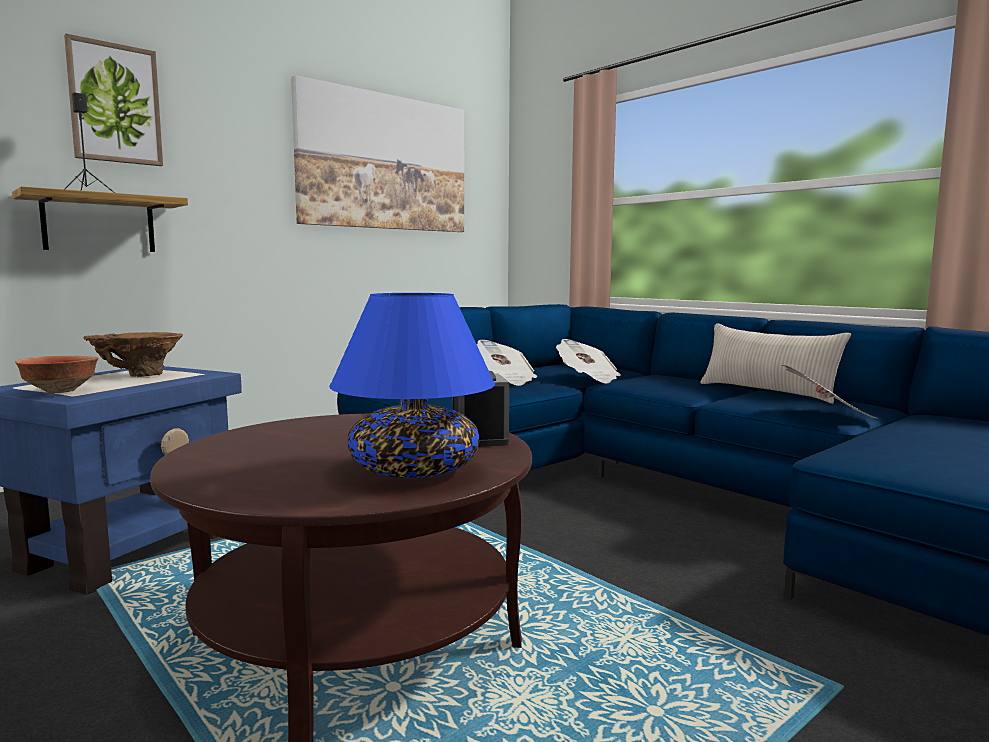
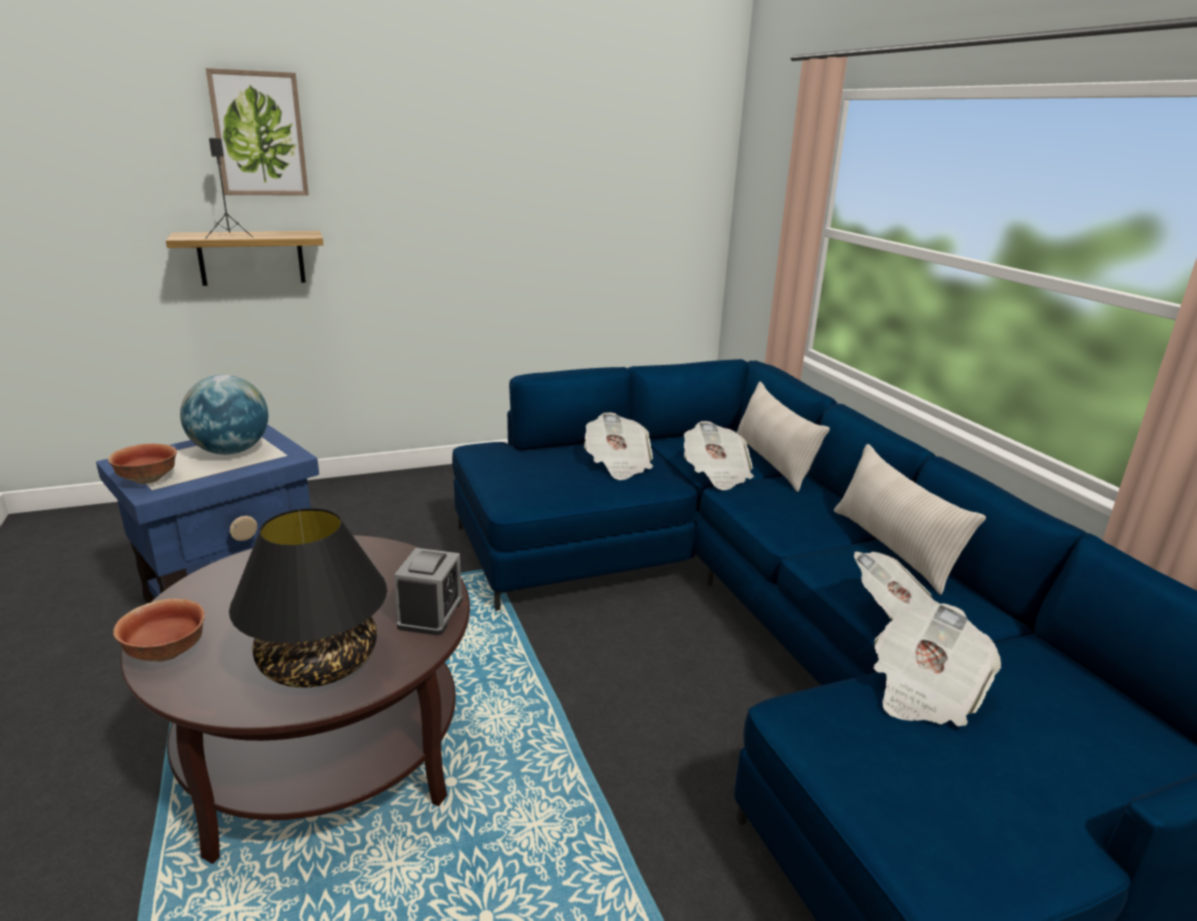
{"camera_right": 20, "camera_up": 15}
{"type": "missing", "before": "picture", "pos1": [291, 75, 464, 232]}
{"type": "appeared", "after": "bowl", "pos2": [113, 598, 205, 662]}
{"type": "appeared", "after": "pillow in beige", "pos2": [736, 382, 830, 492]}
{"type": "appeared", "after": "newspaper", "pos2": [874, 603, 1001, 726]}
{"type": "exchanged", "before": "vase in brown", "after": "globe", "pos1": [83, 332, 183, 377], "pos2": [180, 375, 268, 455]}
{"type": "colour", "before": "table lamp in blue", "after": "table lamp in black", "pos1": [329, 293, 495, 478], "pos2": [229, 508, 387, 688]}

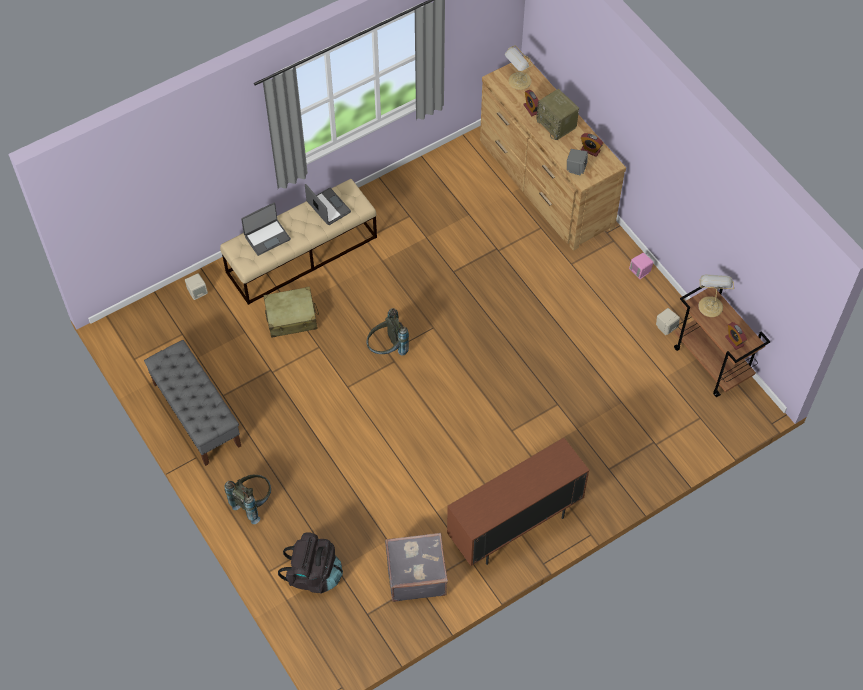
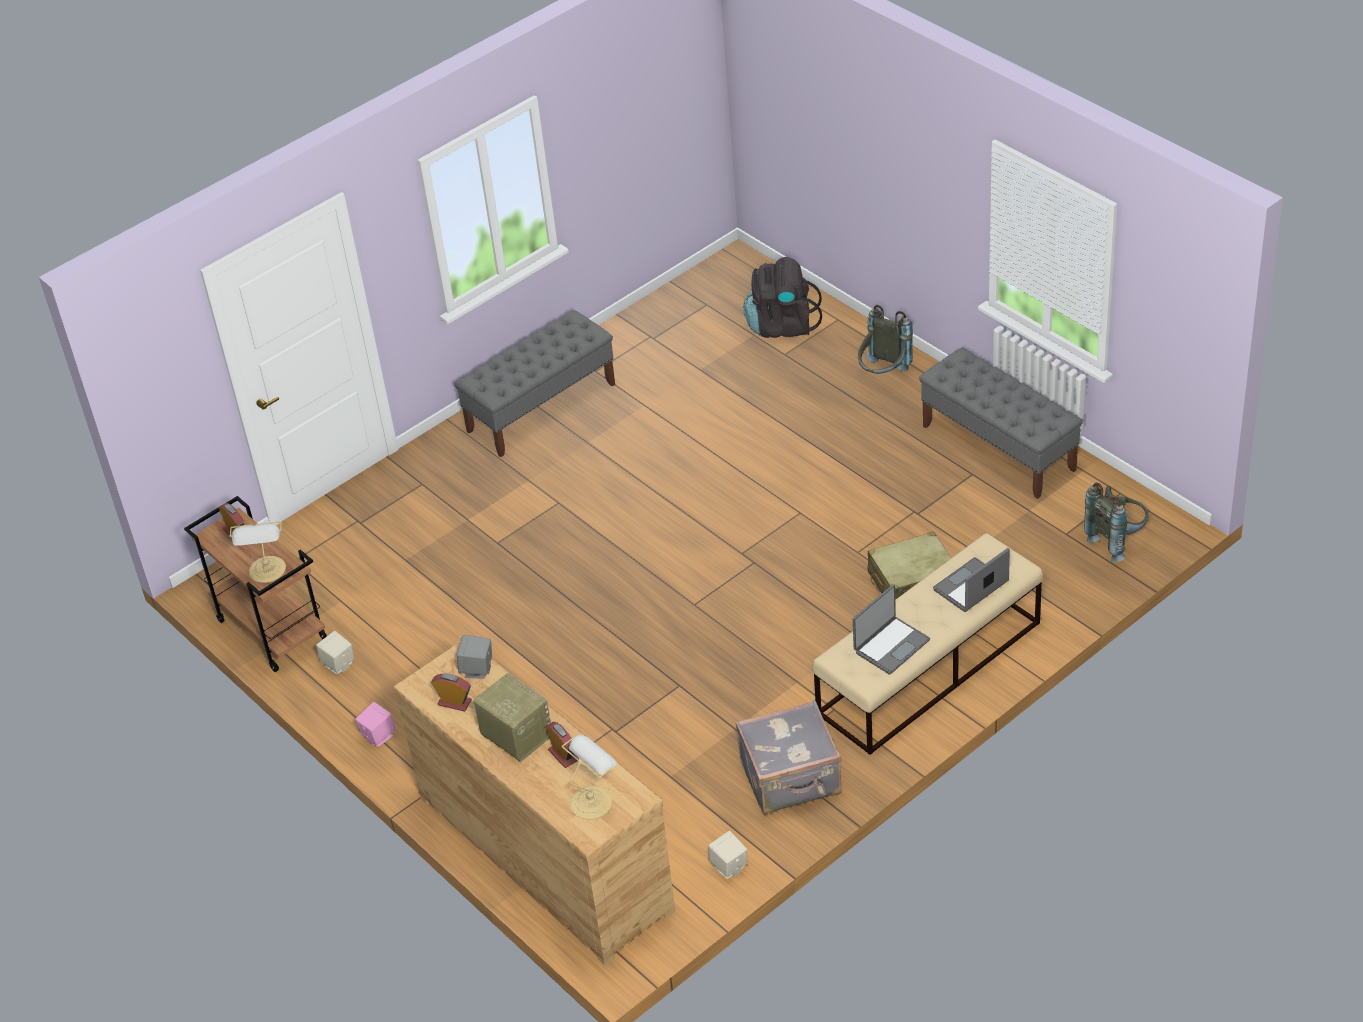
{"camera_right": 175, "camera_up": -15}
{"type": "relocated", "before": "speaker in beige", "pos1": [185, 273, 208, 300], "pos2": [709, 831, 747, 879]}
{"type": "relocated", "before": "backpack in grey", "pos1": [366, 308, 409, 356], "pos2": [1084, 483, 1149, 562]}
{"type": "relocated", "before": "suitcase in grey", "pos1": [385, 533, 448, 602], "pos2": [736, 700, 842, 815]}
{"type": "exchanged", "before": "cabinet in brown", "after": "bench in grey", "pos1": [447, 438, 589, 566], "pos2": [455, 310, 615, 457]}
{"type": "spun", "before": "laptop", "pos1": [305, 184, 351, 225], "pos2": [853, 585, 930, 675], "turn": -90}

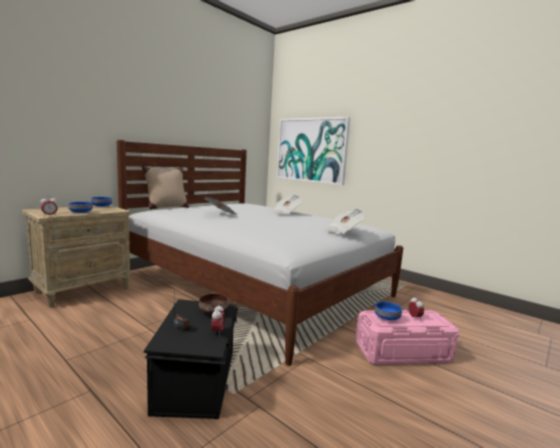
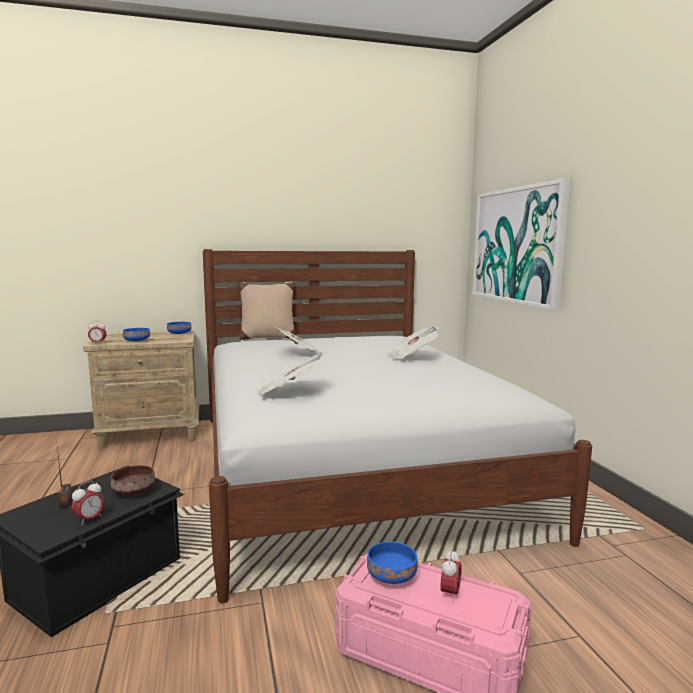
{"camera_right": 35, "camera_up": 0}
{"type": "relocated", "before": "newspaper", "pos1": [324, 209, 366, 234], "pos2": [257, 354, 324, 395]}

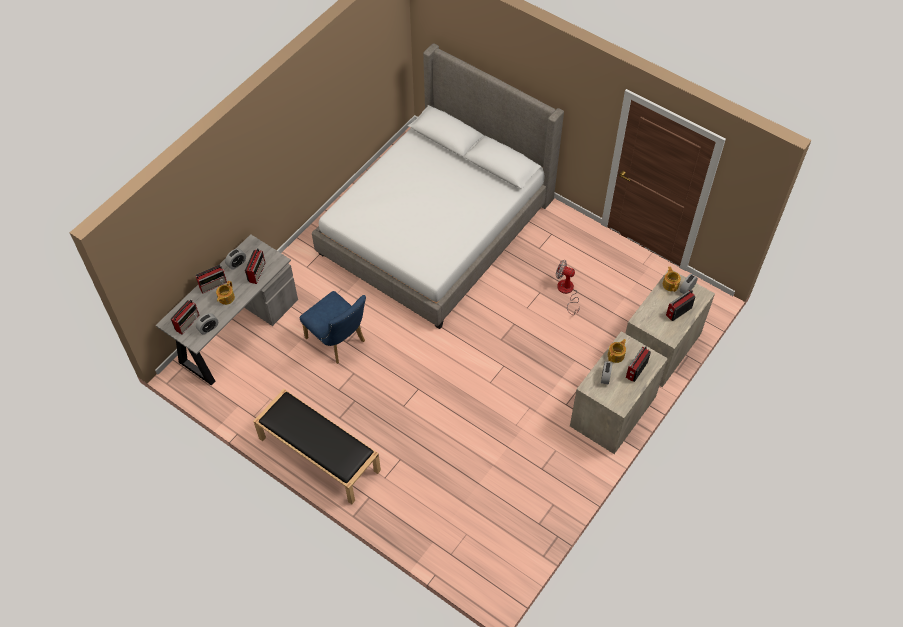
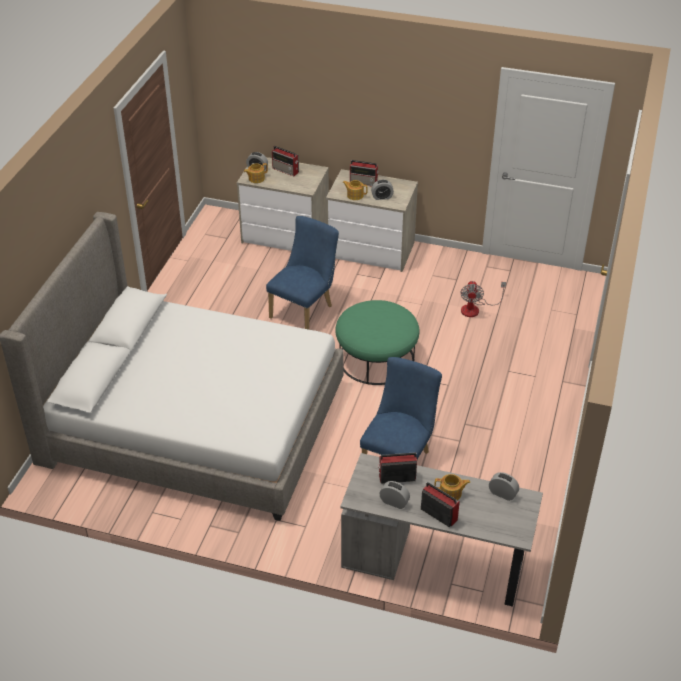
{"camera_right": -110, "camera_up": -15}
{"type": "missing", "before": "radio", "pos1": [171, 300, 199, 334]}
{"type": "missing", "before": "bench in black", "pos1": [253, 389, 381, 504]}
{"type": "appeared", "after": "chair in blue", "pos2": [266, 216, 339, 330]}
{"type": "appeared", "after": "ottoman in green", "pos2": [335, 300, 420, 385]}
{"type": "relocated", "before": "fan", "pos1": [556, 260, 580, 315], "pos2": [460, 281, 506, 317]}

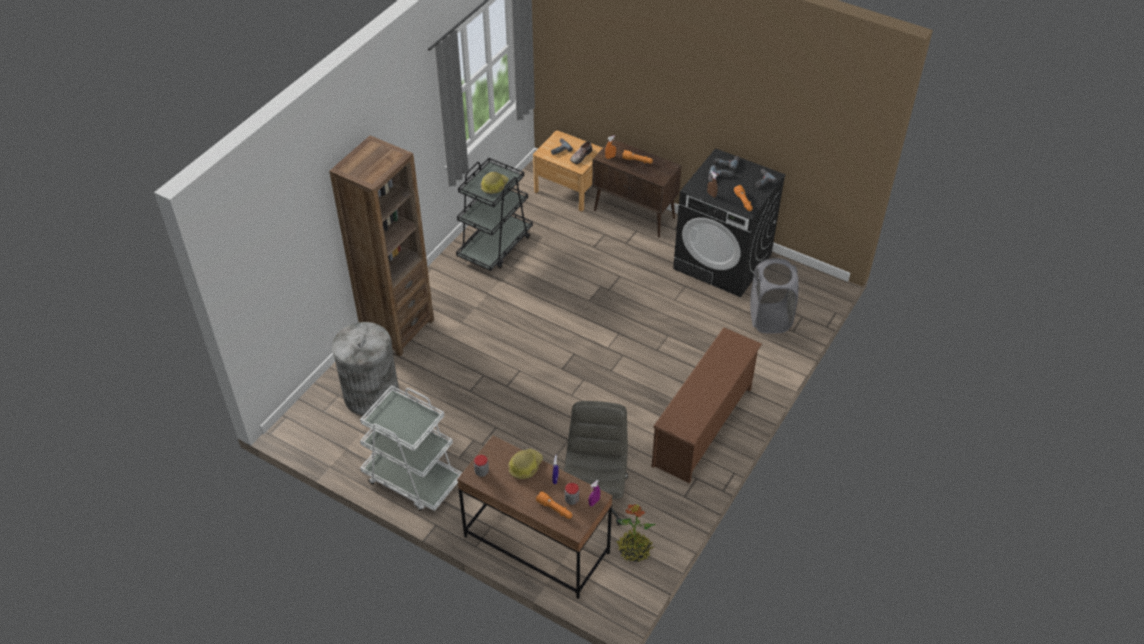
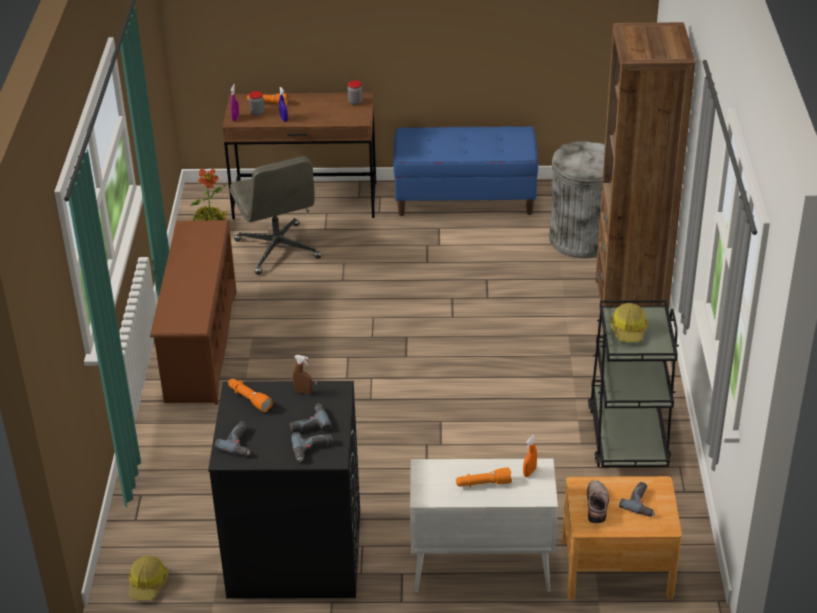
{"camera_right": 150, "camera_up": -10}
{"type": "missing", "before": "laundry basket in grey", "pos1": [750, 258, 799, 334]}
{"type": "relocated", "before": "hard hat", "pos1": [508, 449, 543, 479], "pos2": [128, 556, 169, 601]}
{"type": "exchanged", "before": "cart in white", "after": "bench in blue", "pos1": [360, 385, 463, 511], "pos2": [393, 126, 538, 216]}
{"type": "colour", "before": "cabinet in brown", "after": "cabinet in white", "pos1": [592, 139, 682, 237], "pos2": [410, 459, 558, 593]}

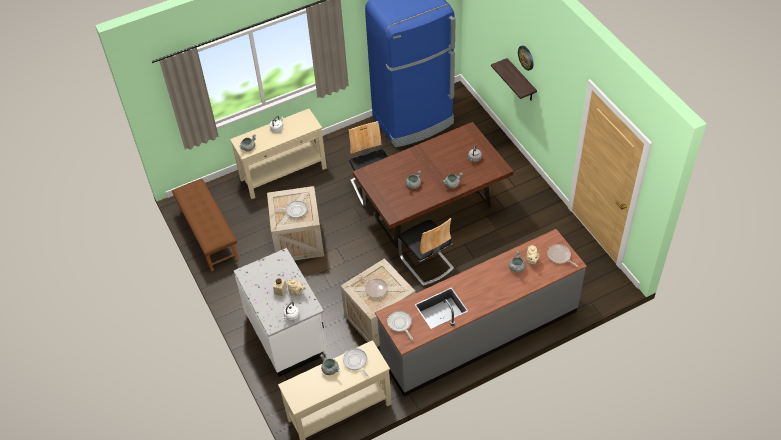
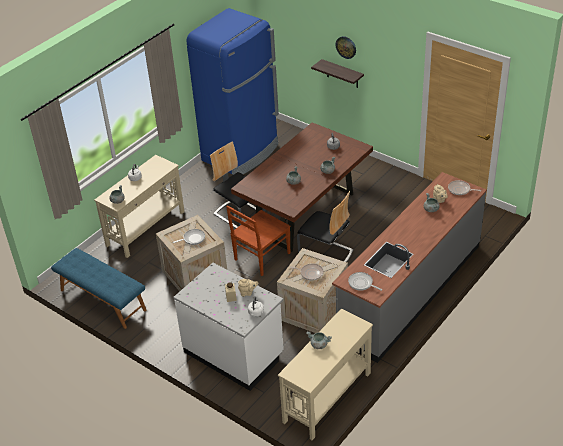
{"camera_right": -25, "camera_up": -10}
{"type": "missing", "before": "frying pan", "pos1": [343, 348, 369, 378]}
{"type": "appeared", "after": "chair in brown", "pos2": [226, 205, 291, 276]}
{"type": "colour", "before": "bench in brown", "after": "bench in blue", "pos1": [172, 179, 239, 271], "pos2": [51, 248, 147, 329]}

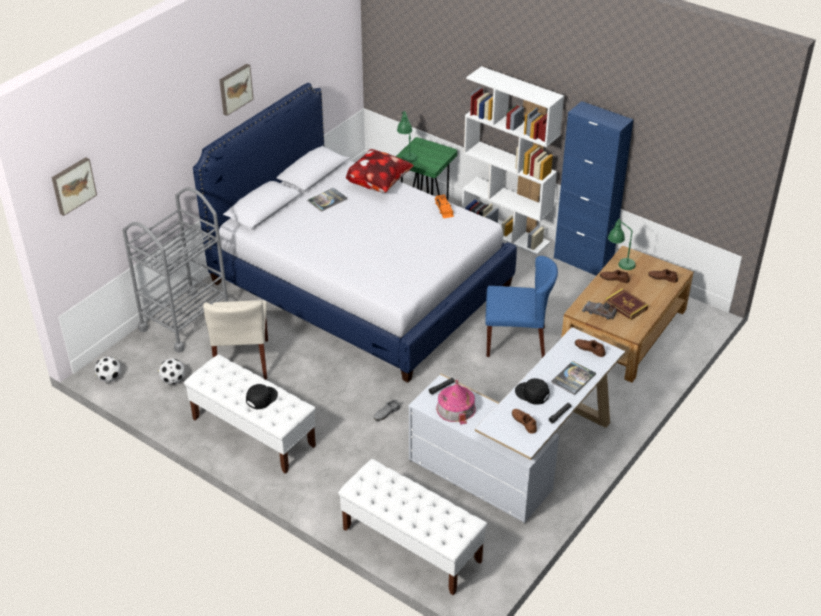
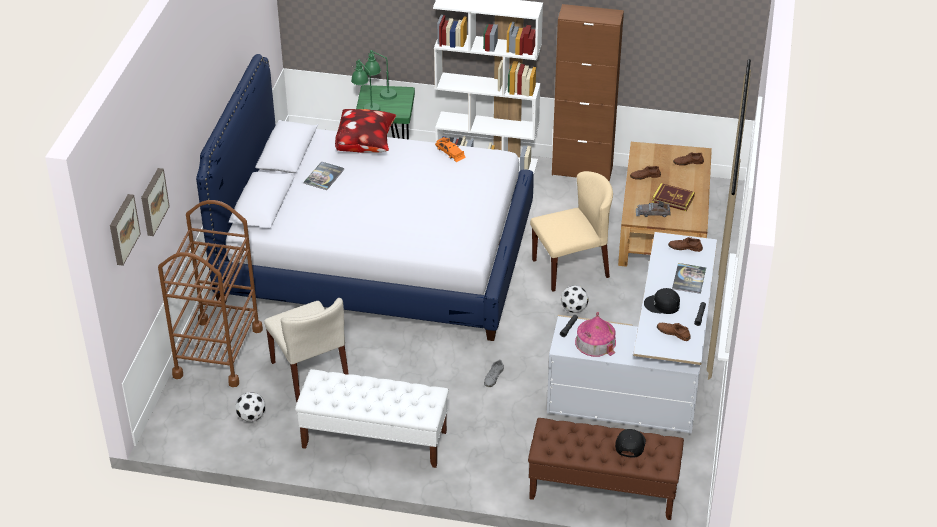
{"camera_right": -25, "camera_up": 0}
{"type": "relocated", "before": "football", "pos1": [94, 356, 121, 382], "pos2": [561, 285, 589, 313]}
{"type": "relocated", "before": "picture", "pos1": [220, 64, 254, 116], "pos2": [141, 168, 170, 236]}
{"type": "relocated", "before": "cap in black", "pos1": [246, 384, 278, 409], "pos2": [615, 429, 646, 458]}
{"type": "relocated", "before": "table lamp in green", "pos1": [608, 219, 636, 270], "pos2": [364, 50, 397, 100]}
{"type": "colour", "before": "cart in grey", "after": "cart in brown", "pos1": [122, 187, 228, 353], "pos2": [158, 200, 263, 387]}
{"type": "colour", "before": "bench in white", "after": "bench in brown", "pos1": [338, 459, 488, 595], "pos2": [528, 418, 684, 520]}
{"type": "colour", "before": "chair in blue", "after": "chair in beige", "pos1": [485, 256, 558, 358], "pos2": [530, 171, 613, 292]}
{"type": "colour", "before": "cabinet in blue", "after": "cabinet in brown", "pos1": [554, 101, 633, 276], "pos2": [552, 4, 624, 182]}

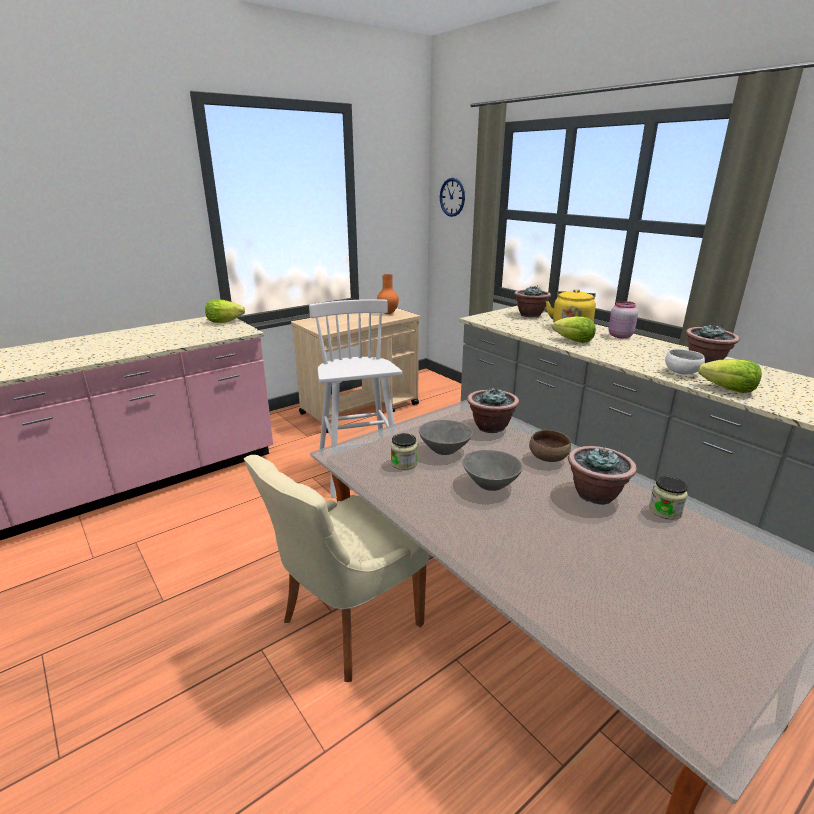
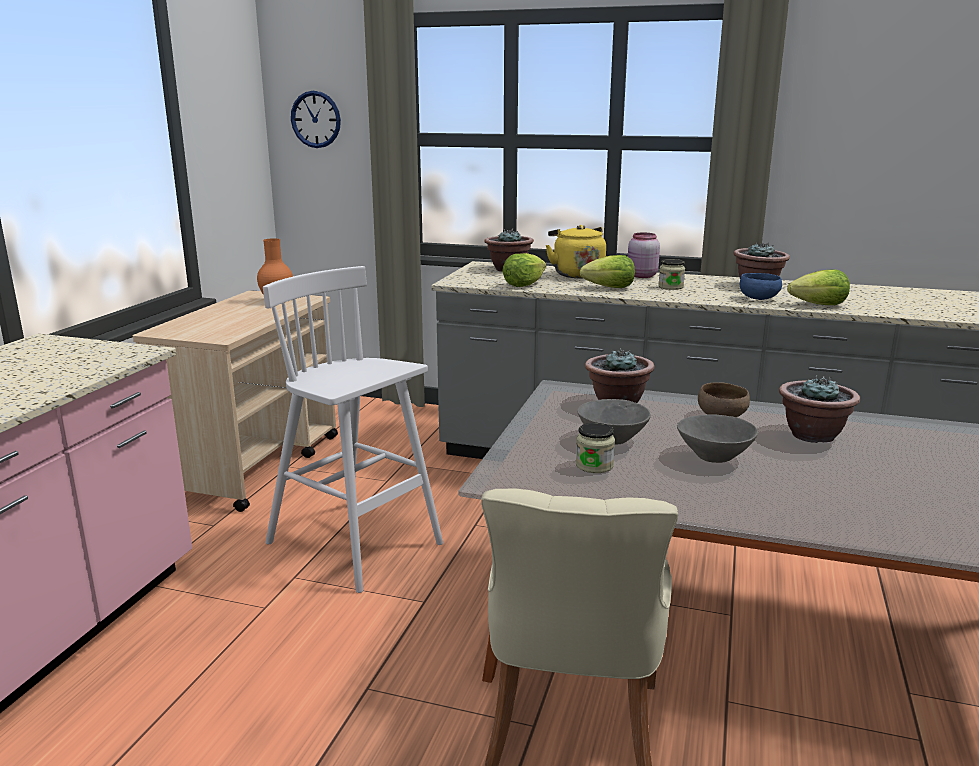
{"camera_right": -35, "camera_up": -5}
{"type": "relocated", "before": "lettuce", "pos1": [205, 299, 245, 323], "pos2": [502, 253, 546, 287]}
{"type": "relocated", "before": "jar", "pos1": [649, 476, 688, 520], "pos2": [658, 259, 685, 290]}
{"type": "colour", "before": "bowl in white", "after": "bowl in blue", "pos1": [665, 349, 705, 375], "pos2": [740, 273, 782, 300]}

